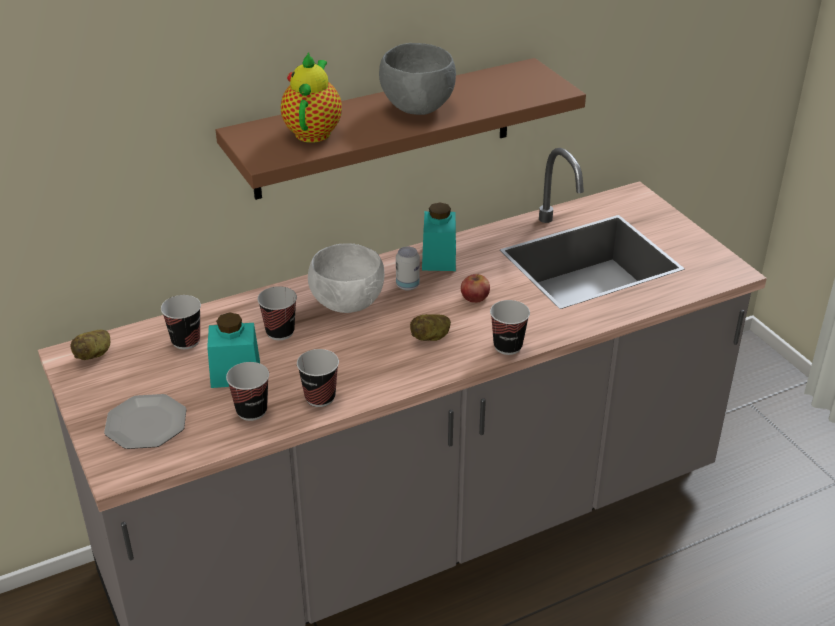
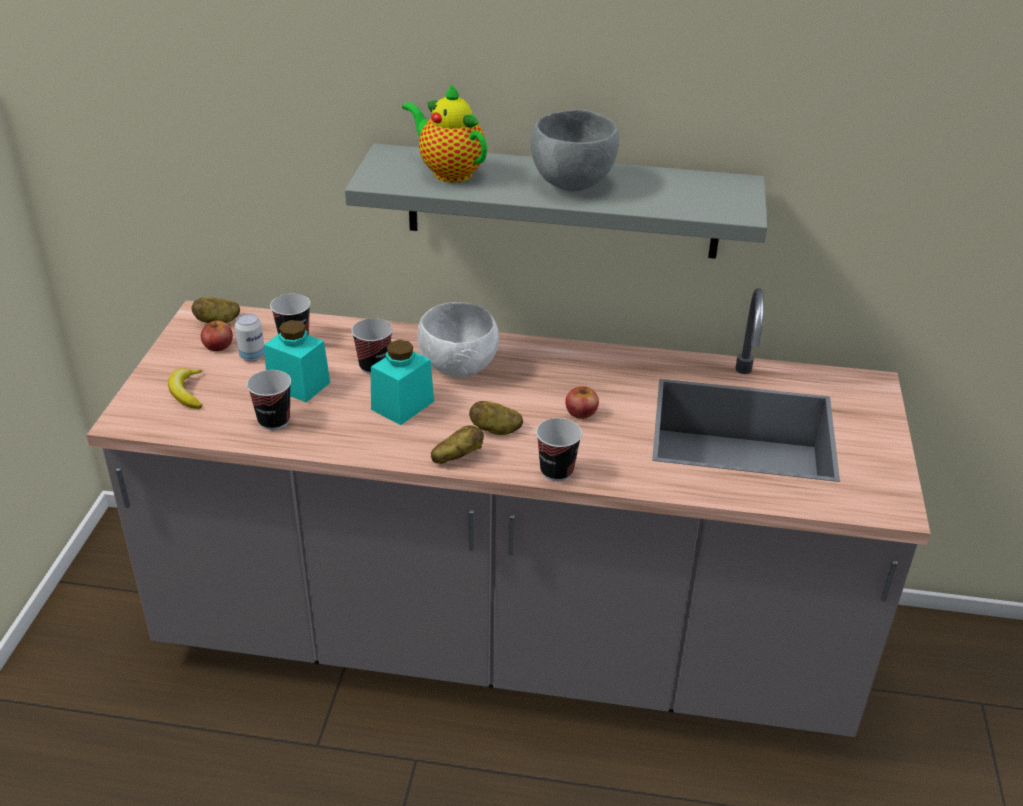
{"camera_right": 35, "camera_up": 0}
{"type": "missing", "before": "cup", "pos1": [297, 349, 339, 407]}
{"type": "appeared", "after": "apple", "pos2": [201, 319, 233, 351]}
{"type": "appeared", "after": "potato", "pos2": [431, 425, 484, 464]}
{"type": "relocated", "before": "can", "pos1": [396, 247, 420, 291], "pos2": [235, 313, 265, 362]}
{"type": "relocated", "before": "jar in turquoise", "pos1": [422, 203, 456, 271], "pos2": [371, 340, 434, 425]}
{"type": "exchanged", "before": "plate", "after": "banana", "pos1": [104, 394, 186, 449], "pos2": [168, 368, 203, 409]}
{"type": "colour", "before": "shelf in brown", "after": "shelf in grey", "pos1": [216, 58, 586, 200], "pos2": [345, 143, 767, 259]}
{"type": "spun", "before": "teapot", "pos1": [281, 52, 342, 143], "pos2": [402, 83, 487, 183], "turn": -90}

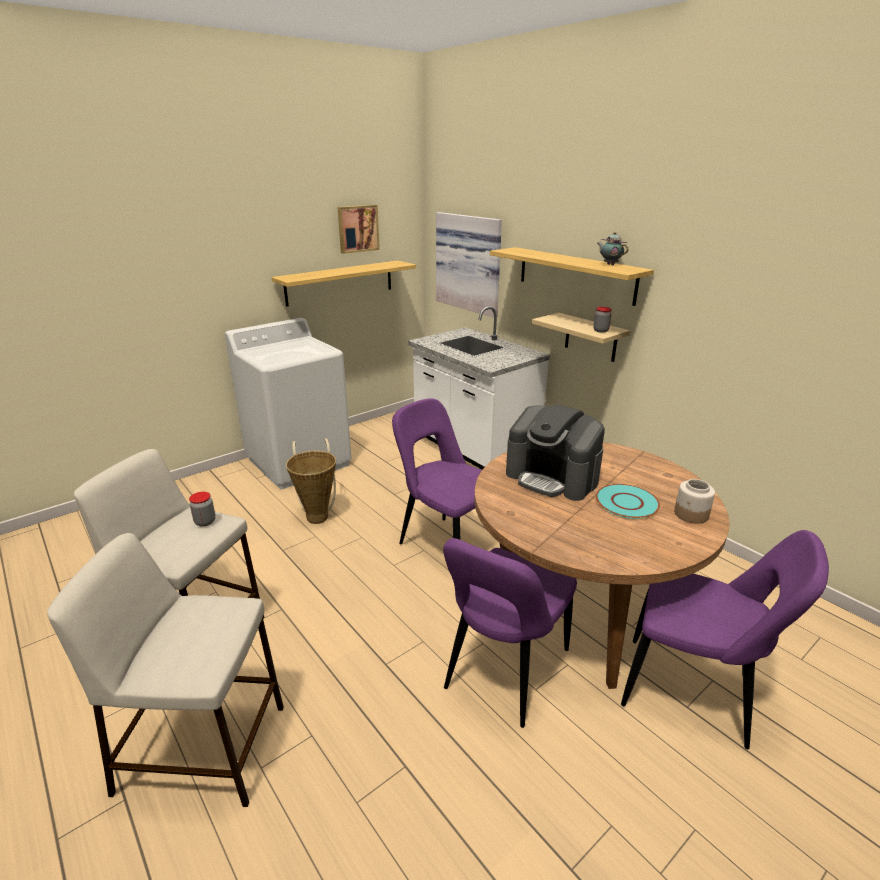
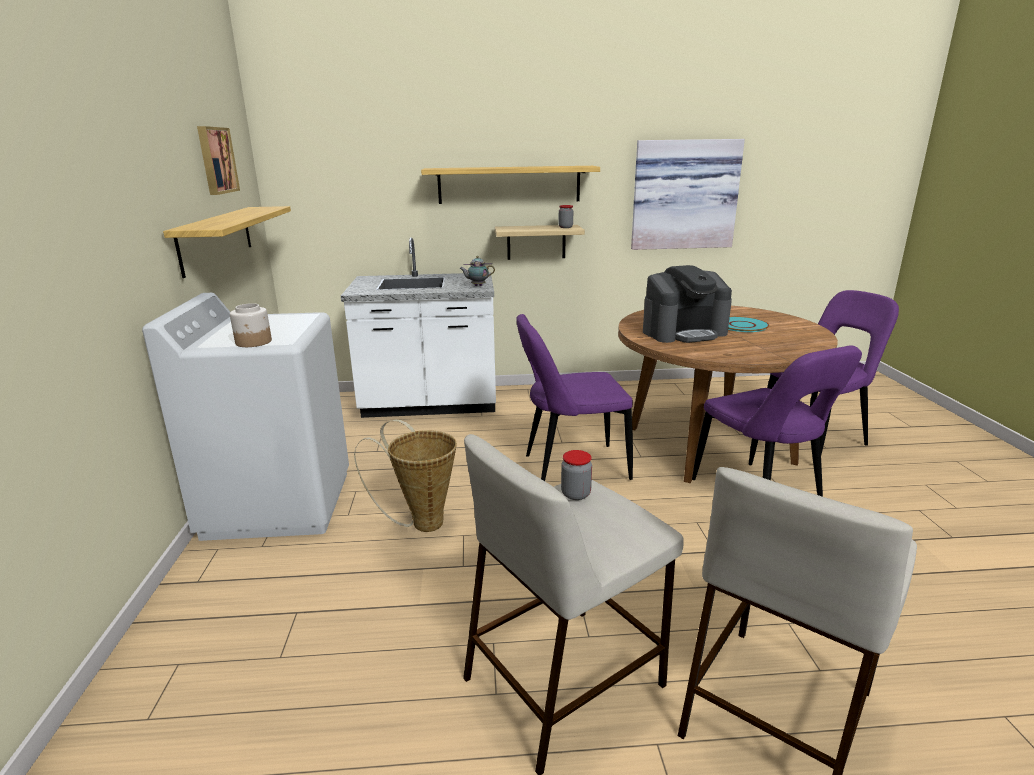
{"camera_right": -55, "camera_up": -5}
{"type": "relocated", "before": "picture", "pos1": [436, 212, 502, 318], "pos2": [631, 139, 745, 250]}
{"type": "relocated", "before": "teapot", "pos1": [597, 232, 628, 265], "pos2": [459, 256, 495, 286]}
{"type": "relocated", "before": "jar", "pos1": [674, 479, 715, 524], "pos2": [230, 303, 272, 347]}

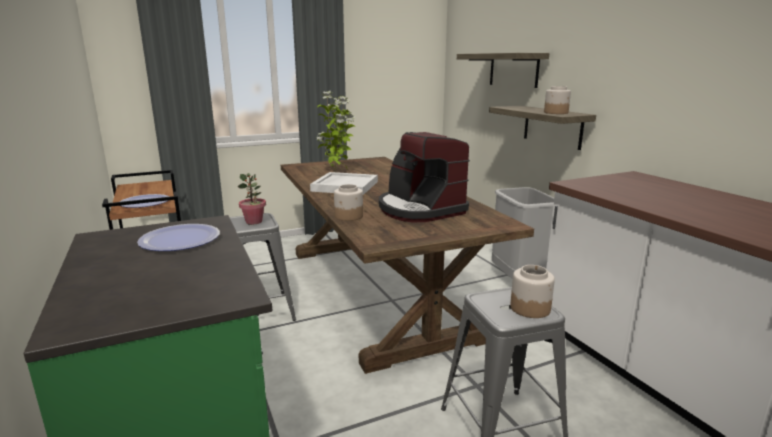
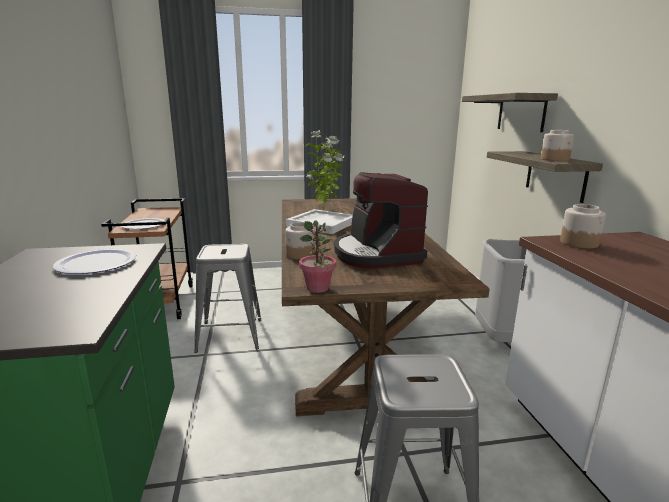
{"camera_right": 15, "camera_up": 0}
{"type": "relocated", "before": "potted plant", "pos1": [238, 173, 266, 225], "pos2": [299, 220, 336, 293]}
{"type": "relocated", "before": "jar", "pos1": [510, 265, 555, 318], "pos2": [560, 204, 606, 248]}

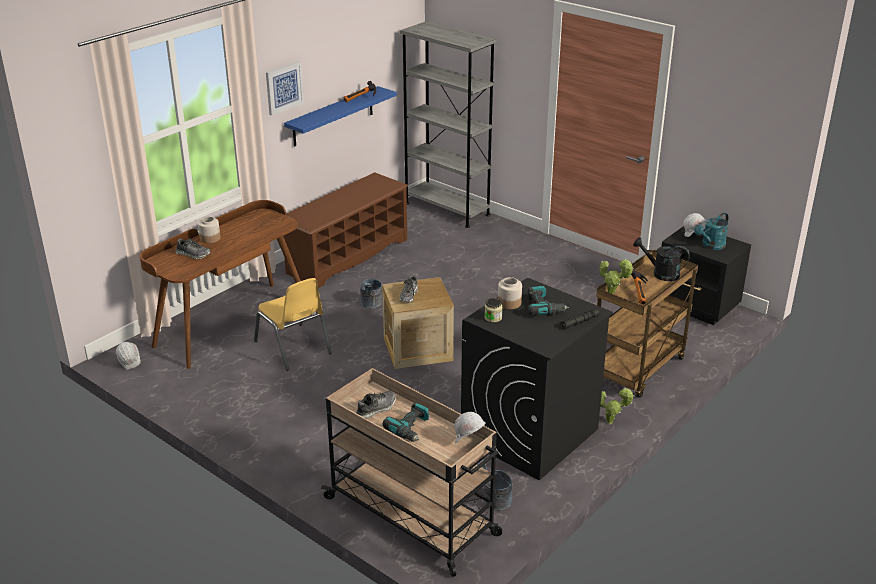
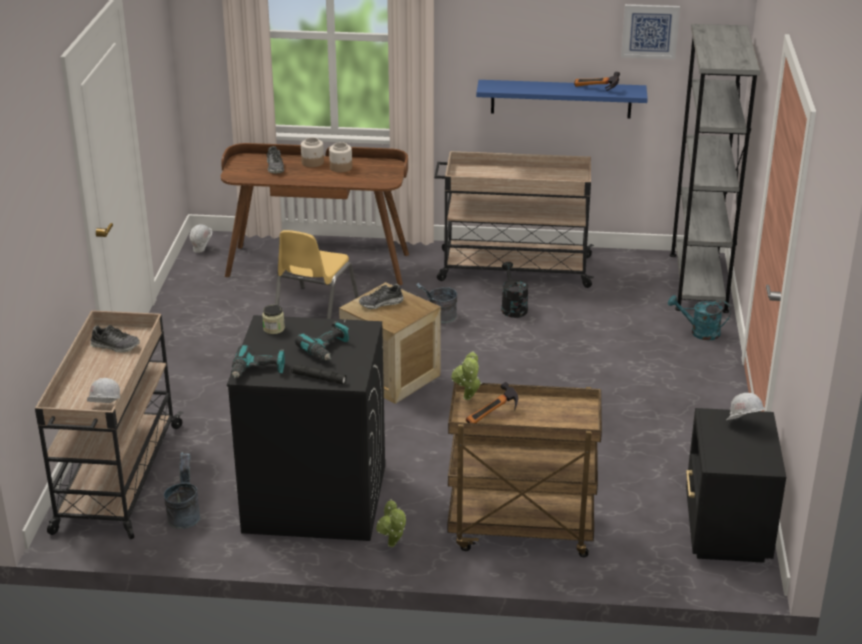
{"camera_right": 55, "camera_up": 0}
{"type": "relocated", "before": "picture", "pos1": [266, 61, 304, 116], "pos2": [621, 4, 680, 59]}
{"type": "relocated", "before": "power drill", "pos1": [383, 402, 429, 442], "pos2": [231, 345, 285, 378]}
{"type": "relocated", "before": "jar", "pos1": [498, 277, 522, 309], "pos2": [329, 142, 352, 172]}
{"type": "relocated", "before": "watering can in black", "pos1": [633, 237, 690, 281], "pos2": [501, 262, 529, 318]}
{"type": "relocated", "before": "watering can in turquoise", "pos1": [694, 213, 728, 250], "pos2": [668, 295, 731, 340]}
{"type": "exchanged", "before": "shoe rack in brown", "after": "cart in beige", "pos1": [283, 172, 409, 289], "pos2": [434, 151, 594, 288]}

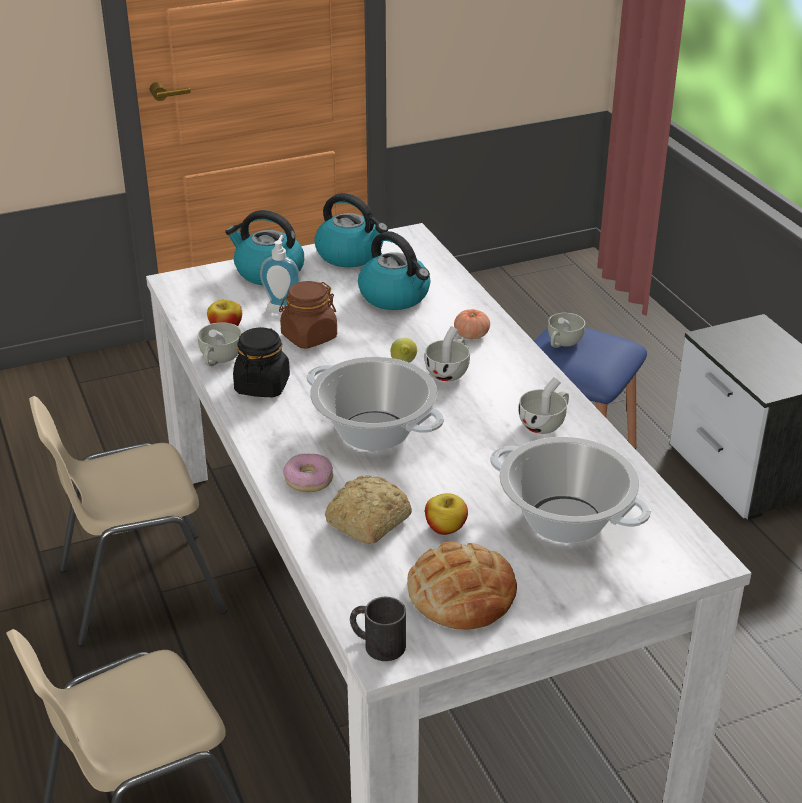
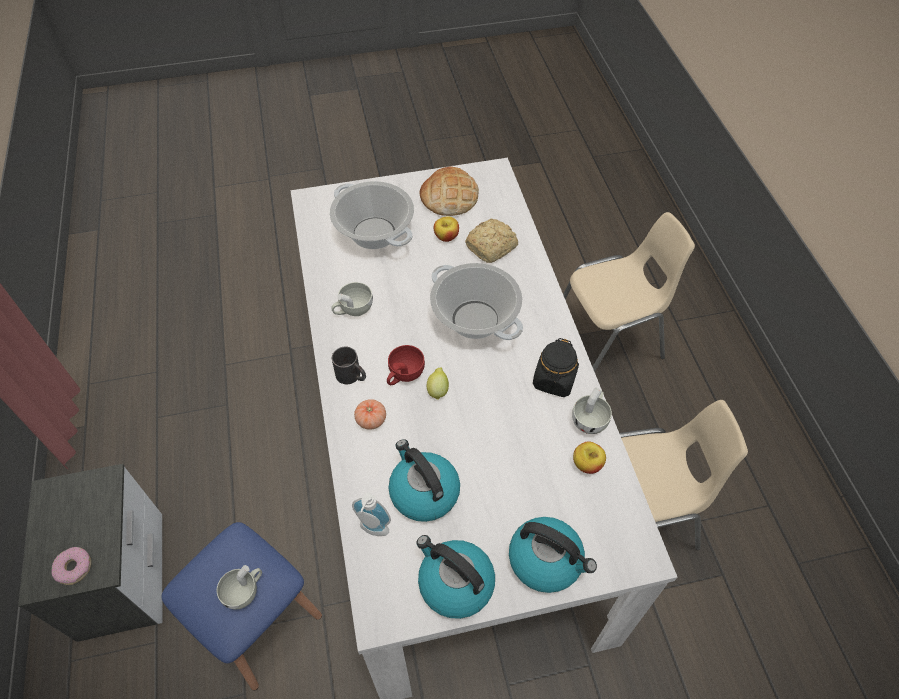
{"camera_right": -170, "camera_up": 20}
{"type": "missing", "before": "jar in brown", "pos1": [279, 281, 337, 349]}
{"type": "relocated", "before": "soap dispenser", "pos1": [260, 235, 301, 314], "pos2": [352, 493, 391, 536]}
{"type": "relocated", "before": "donut", "pos1": [283, 454, 333, 492], "pos2": [51, 547, 91, 585]}
{"type": "relocated", "before": "mug in black", "pos1": [350, 597, 406, 661], "pos2": [332, 347, 366, 384]}
{"type": "colour", "before": "cup in white", "after": "cup in red", "pos1": [425, 326, 470, 381], "pos2": [387, 345, 425, 385]}

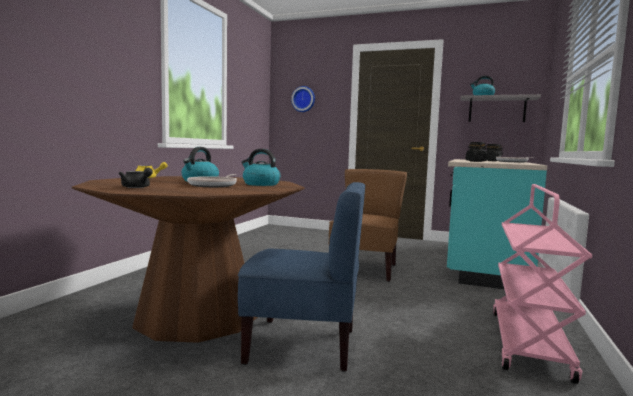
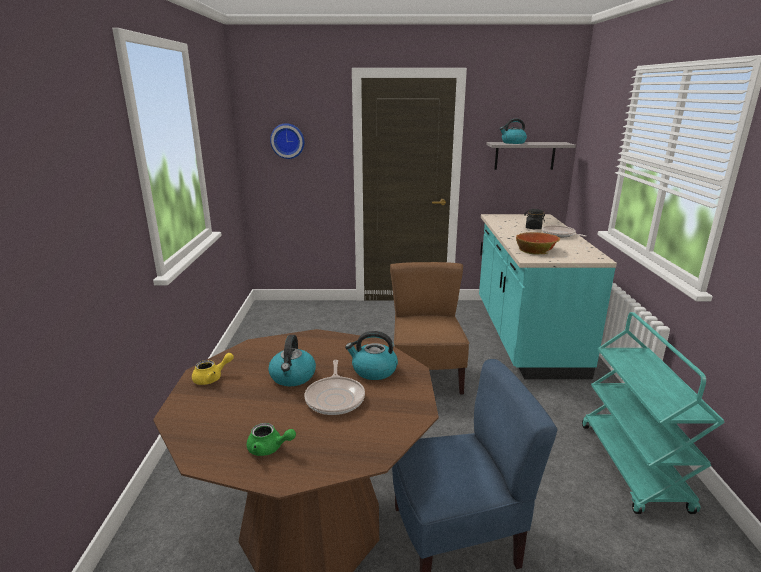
{"camera_right": -20, "camera_up": 15}
{"type": "exchanged", "before": "jar in black", "after": "bowl", "pos1": [466, 142, 487, 162], "pos2": [516, 232, 560, 255]}
{"type": "colour", "before": "teapot in black", "after": "teapot in green", "pos1": [119, 168, 153, 188], "pos2": [247, 423, 296, 456]}
{"type": "colour", "before": "cart in pink", "after": "cart in turquoise", "pos1": [493, 184, 592, 384], "pos2": [582, 312, 725, 514]}

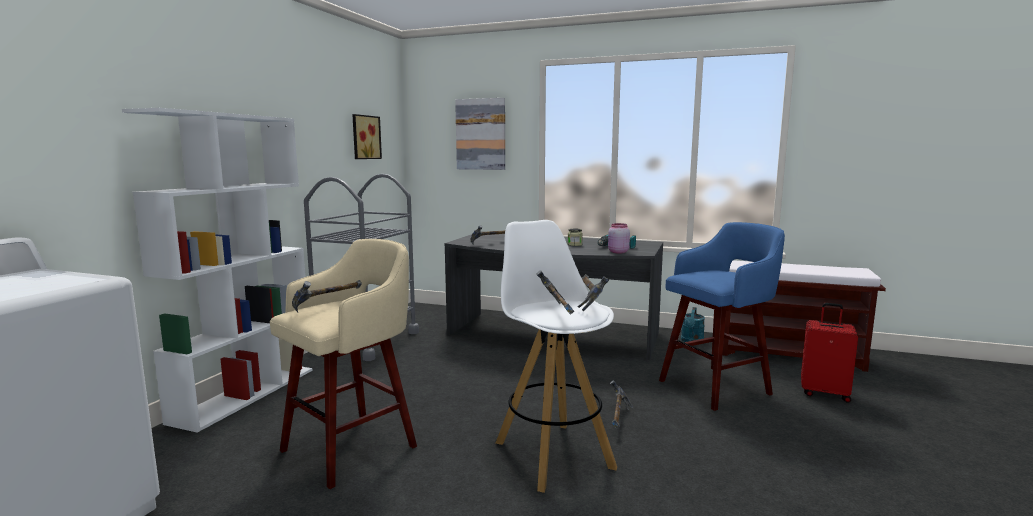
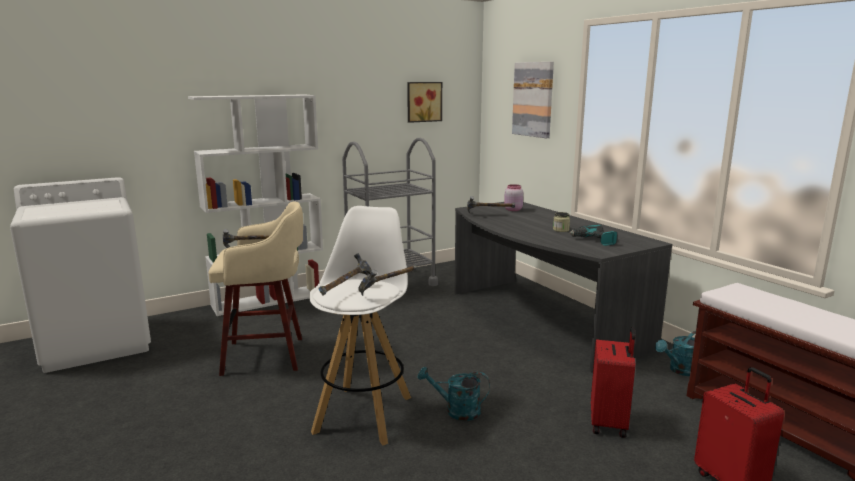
{"camera_right": 40, "camera_up": 5}
{"type": "relocated", "before": "jar in pink", "pos1": [608, 223, 630, 254], "pos2": [504, 184, 523, 211]}
{"type": "exchanged", "before": "hammer", "after": "watering can in turquoise", "pos1": [610, 380, 633, 429], "pos2": [418, 367, 490, 421]}
{"type": "exchanged", "before": "stool in blue", "after": "suitcase in red", "pos1": [659, 222, 785, 411], "pos2": [591, 327, 635, 438]}

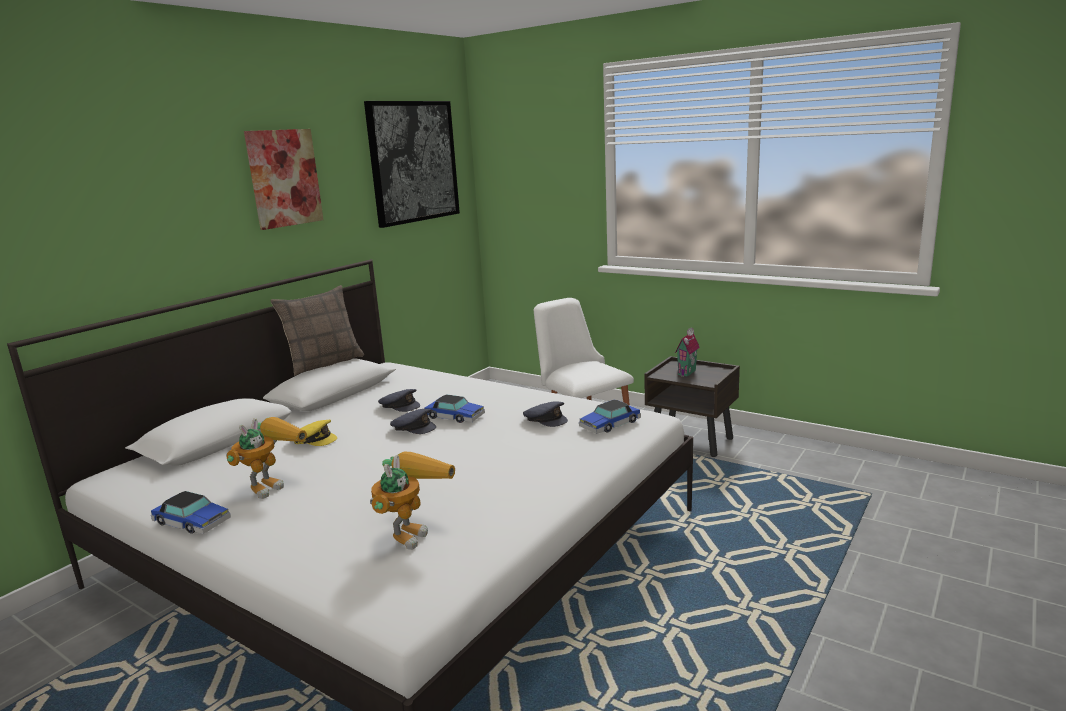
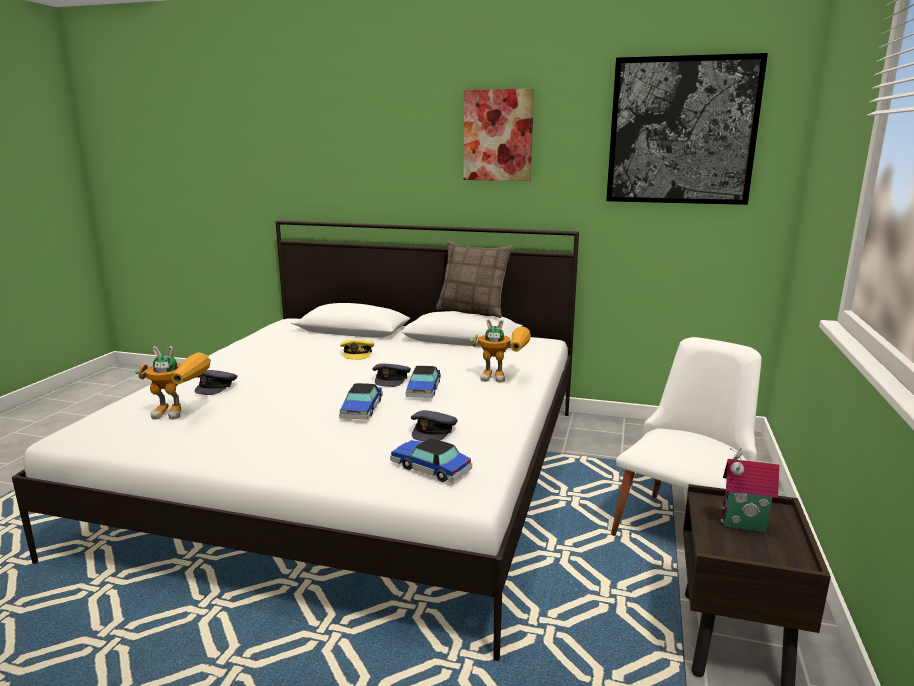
{"camera_right": 70, "camera_up": 0}
{"type": "relocated", "before": "toy car", "pos1": [151, 491, 231, 534], "pos2": [339, 383, 383, 420]}
{"type": "relocated", "before": "toy robot", "pos1": [226, 417, 307, 499], "pos2": [470, 319, 531, 383]}
{"type": "relocated", "before": "cap in grey", "pos1": [378, 389, 420, 412], "pos2": [195, 370, 237, 395]}

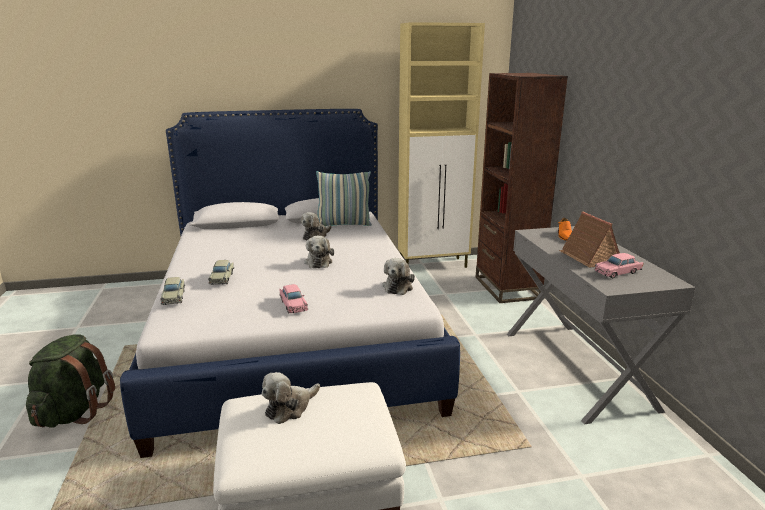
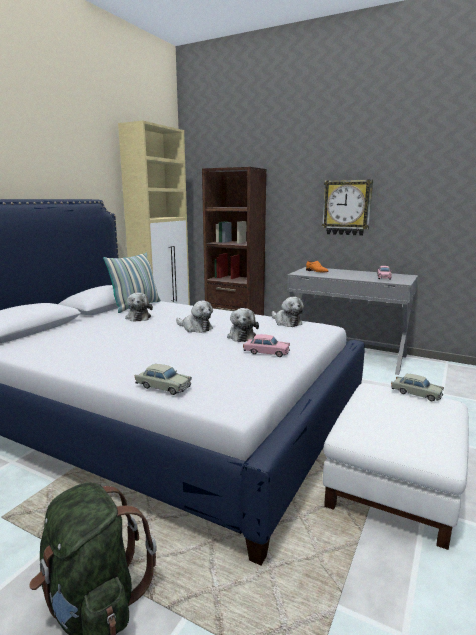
{"camera_right": -50, "camera_up": -5}
{"type": "missing", "before": "toy house", "pos1": [559, 212, 620, 268]}
{"type": "appeared", "after": "wall clock", "pos2": [322, 180, 373, 236]}
{"type": "relocated", "before": "toy car in beige", "pos1": [208, 260, 234, 285], "pos2": [391, 374, 444, 401]}
{"type": "relocated", "before": "plush toy", "pos1": [262, 372, 320, 424], "pos2": [227, 308, 259, 342]}

